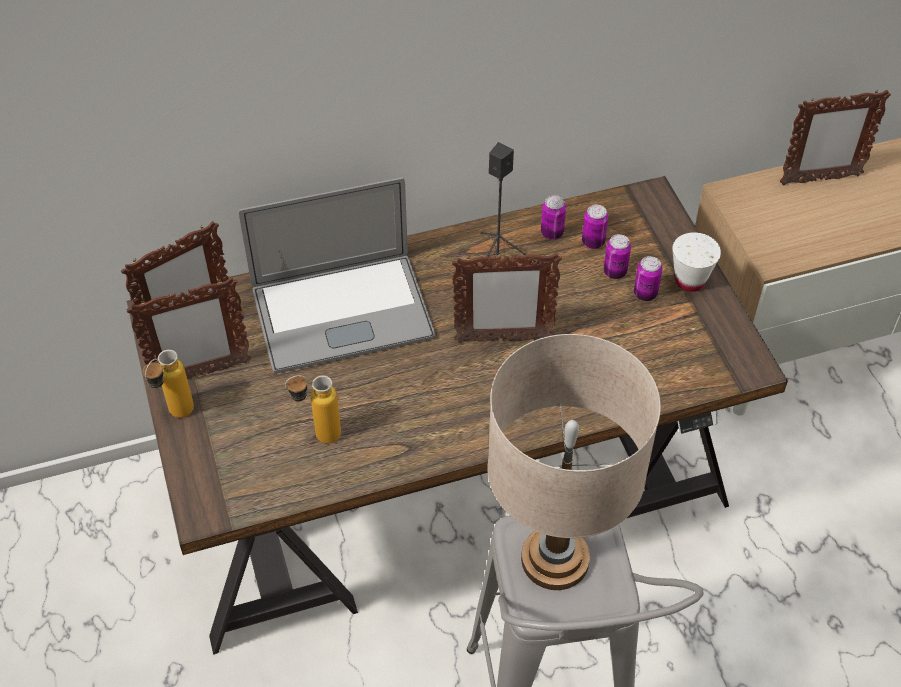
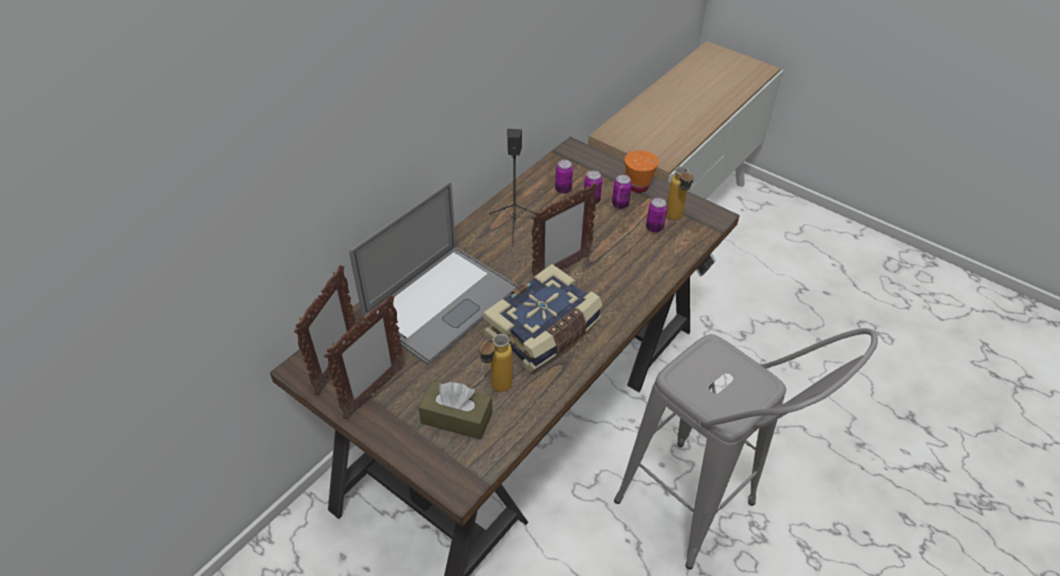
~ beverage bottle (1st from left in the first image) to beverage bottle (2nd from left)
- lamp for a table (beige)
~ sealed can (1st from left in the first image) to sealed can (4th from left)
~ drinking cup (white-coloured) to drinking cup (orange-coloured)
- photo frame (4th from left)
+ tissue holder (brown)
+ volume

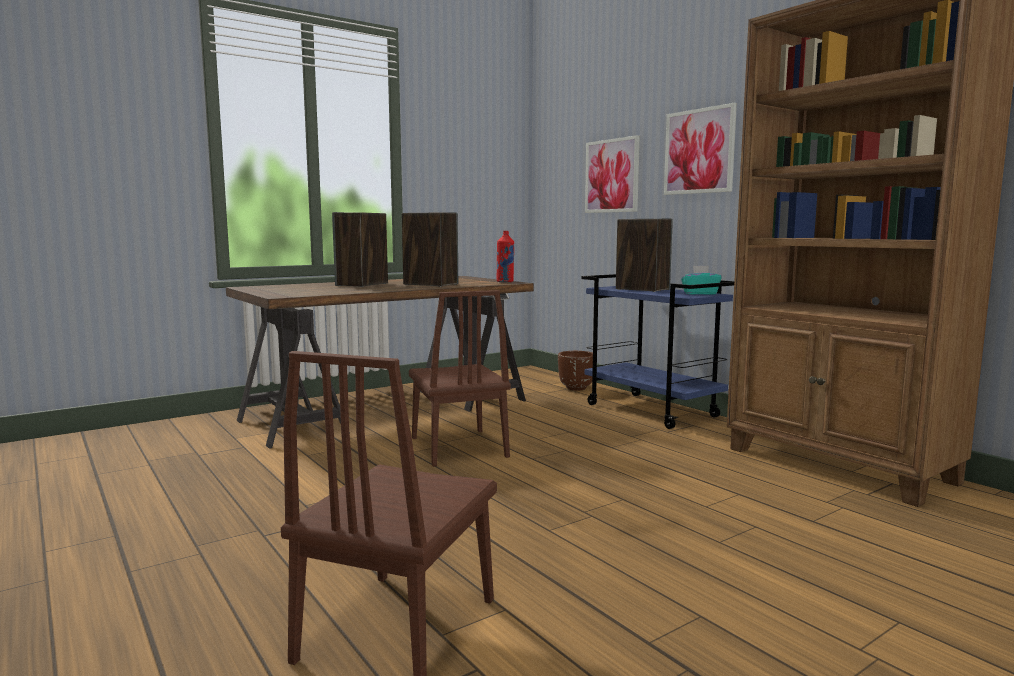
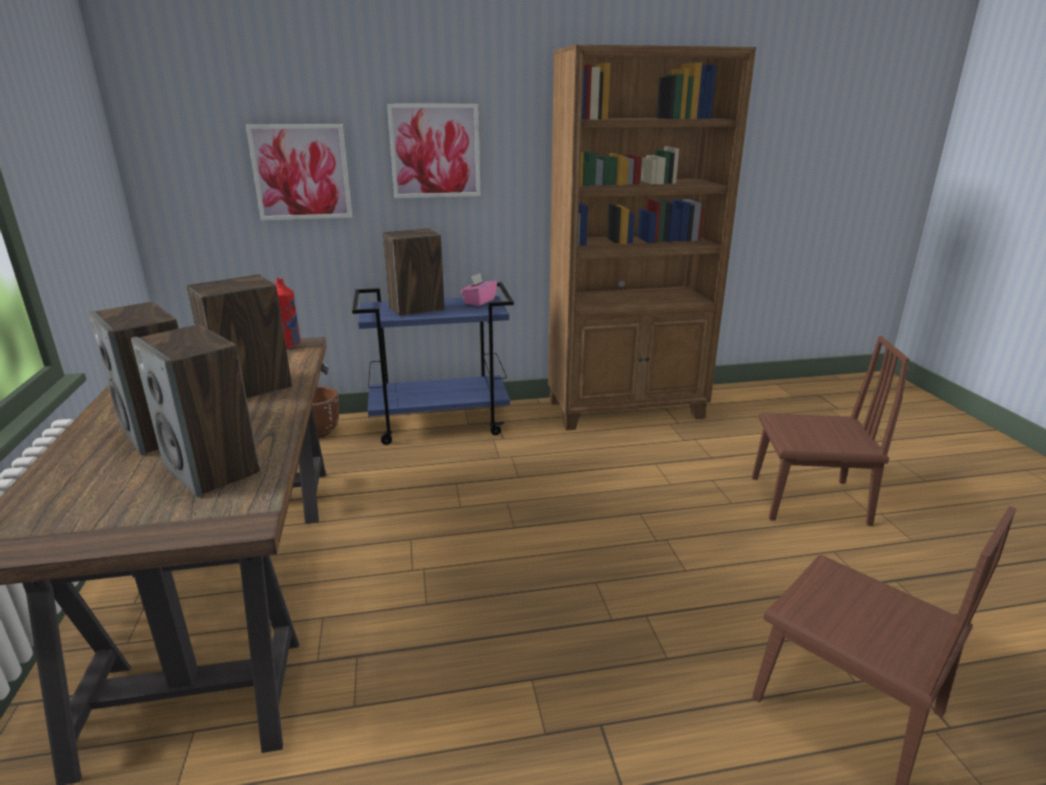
~ chair (brown) (2nd from left in the first image) to chair (brown) (1st from left)
~ tissue holder (blue-green) to tissue holder (pink)
+ speaker (2nd from left)

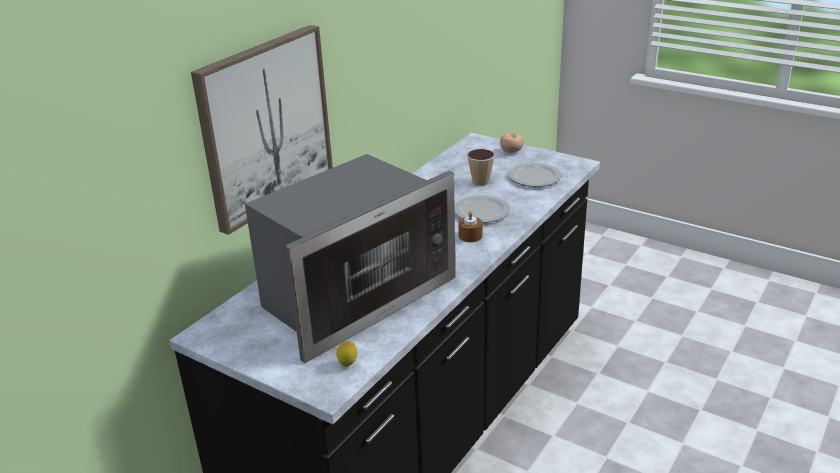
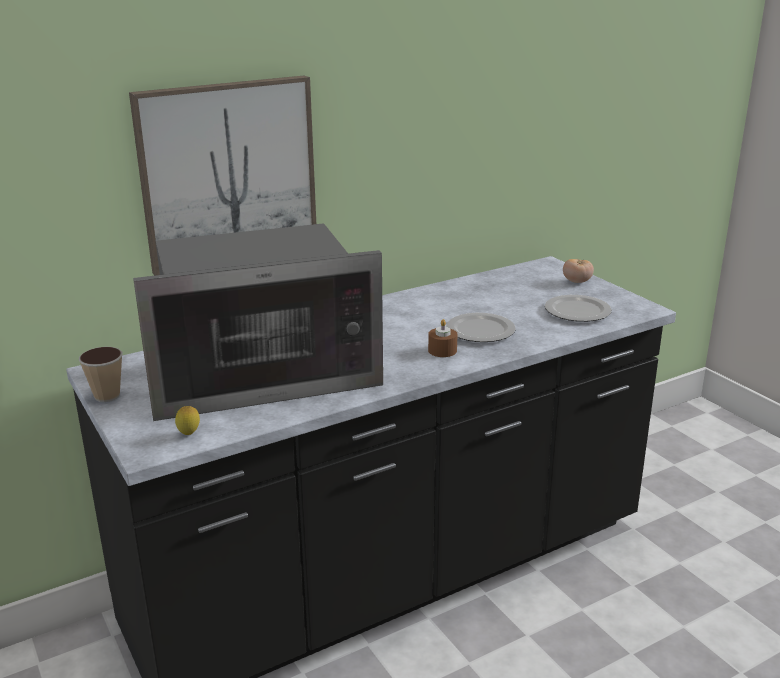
~ drinking cup

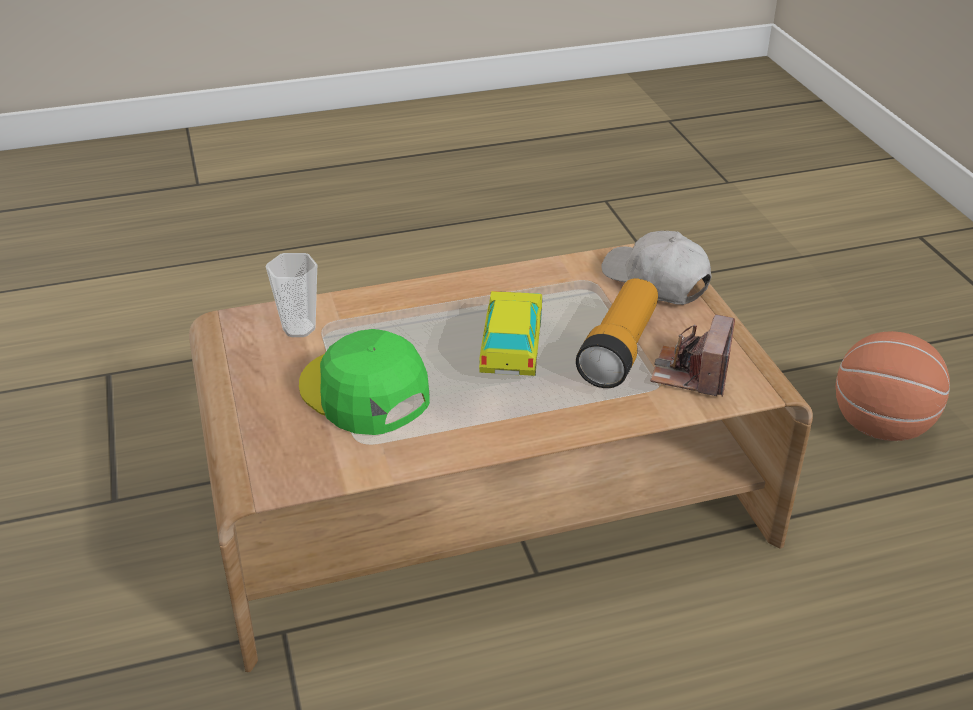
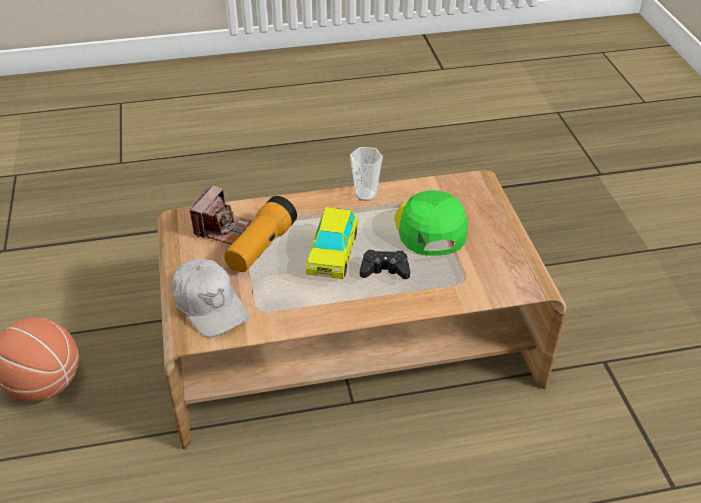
~ drinking cup
~ baseball cap (green) 150 degrees counterclockwise
+ game controller (black)

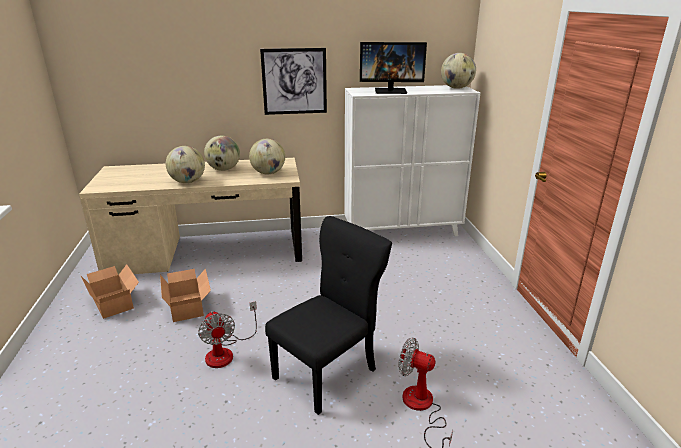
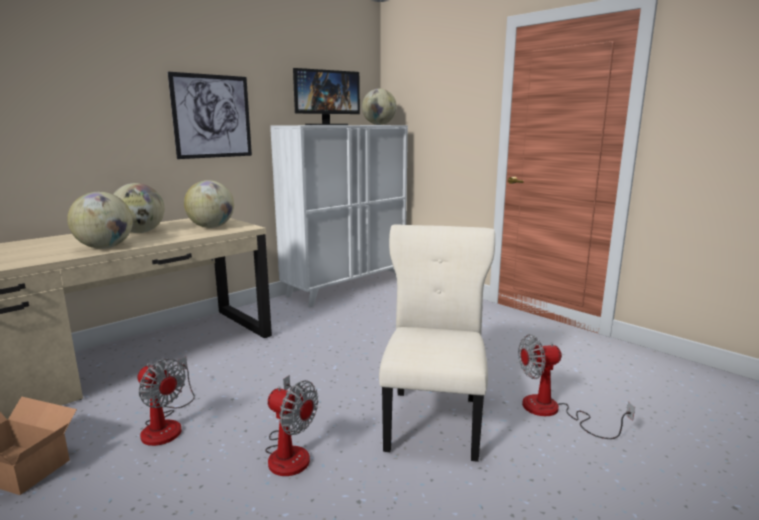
~ packing box (2nd from left) to cooling fan (1st from left)
~ chair (black) to chair (beige)

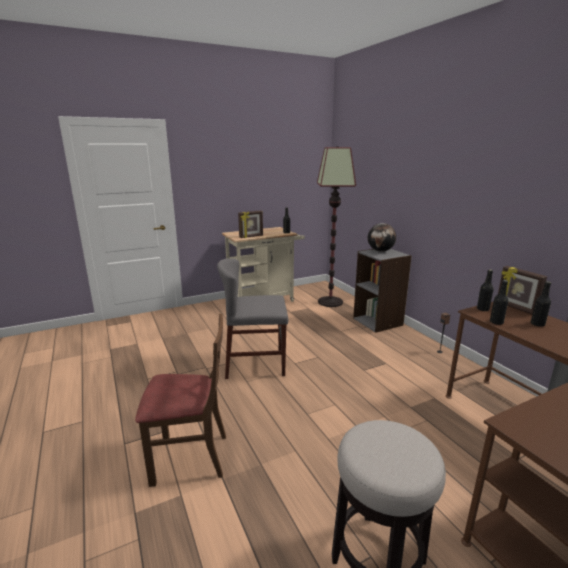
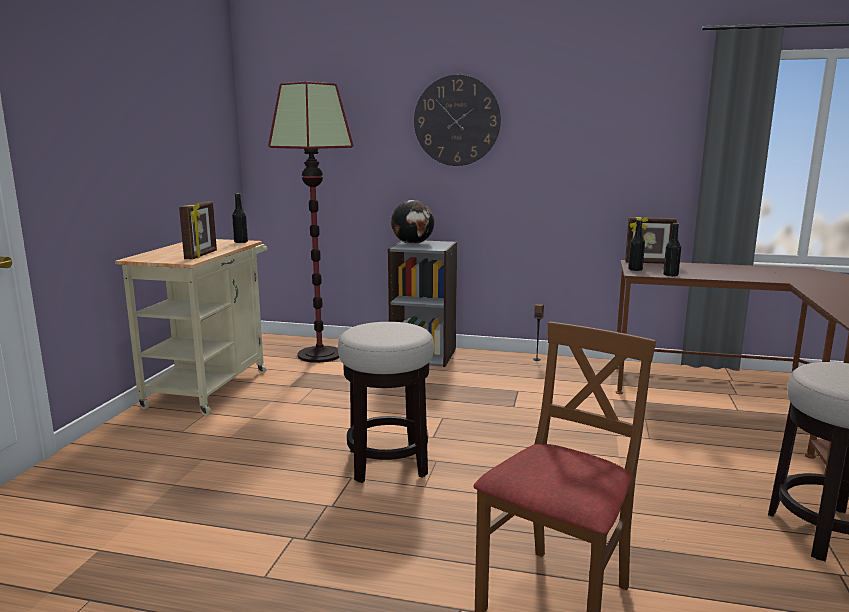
~ chair (grey) to stool seat (1st from left)
- beverage bottle (black) (4th from left)
+ clock on the wall

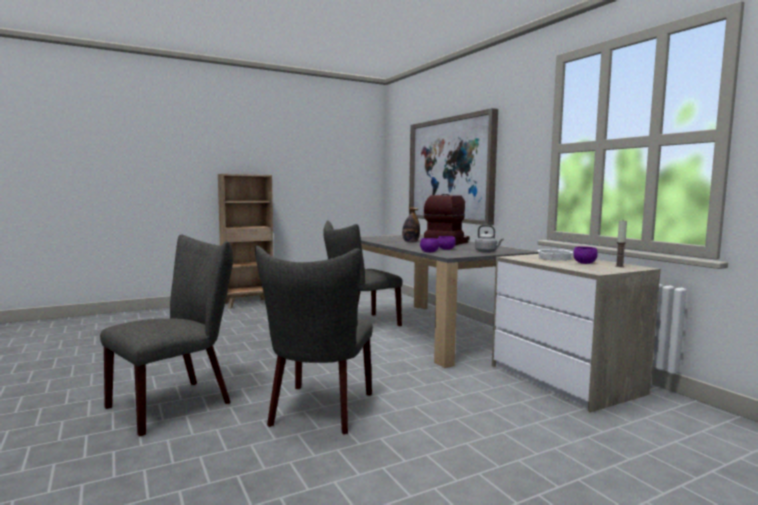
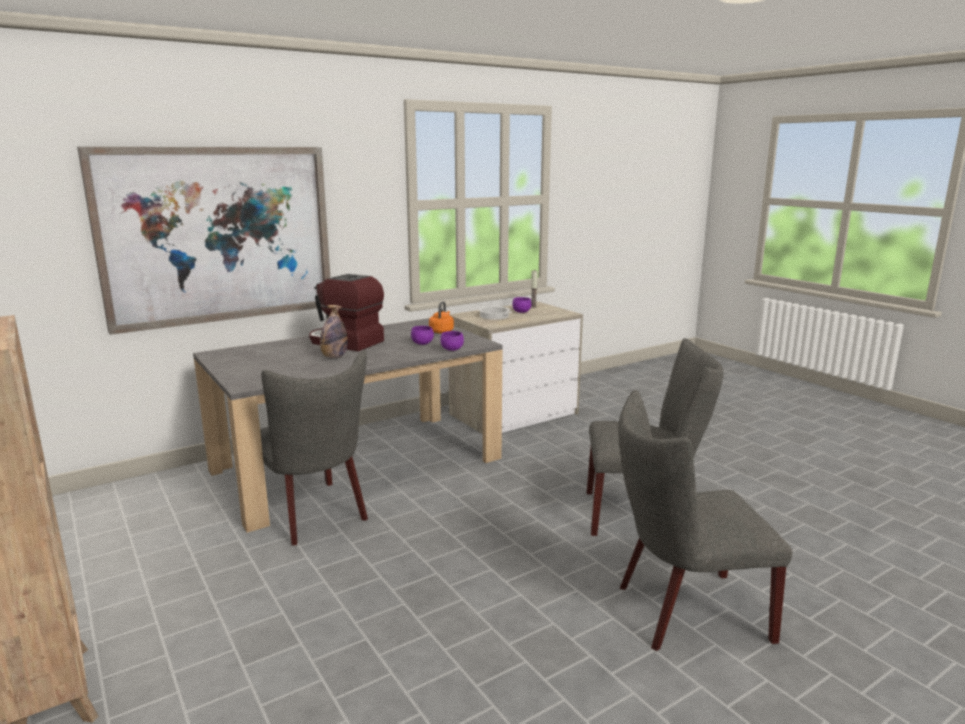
~ chair (grey) (1st from left in the first image) 45 degrees counterclockwise
~ water kettle (grey) to water kettle (orange-coloured)

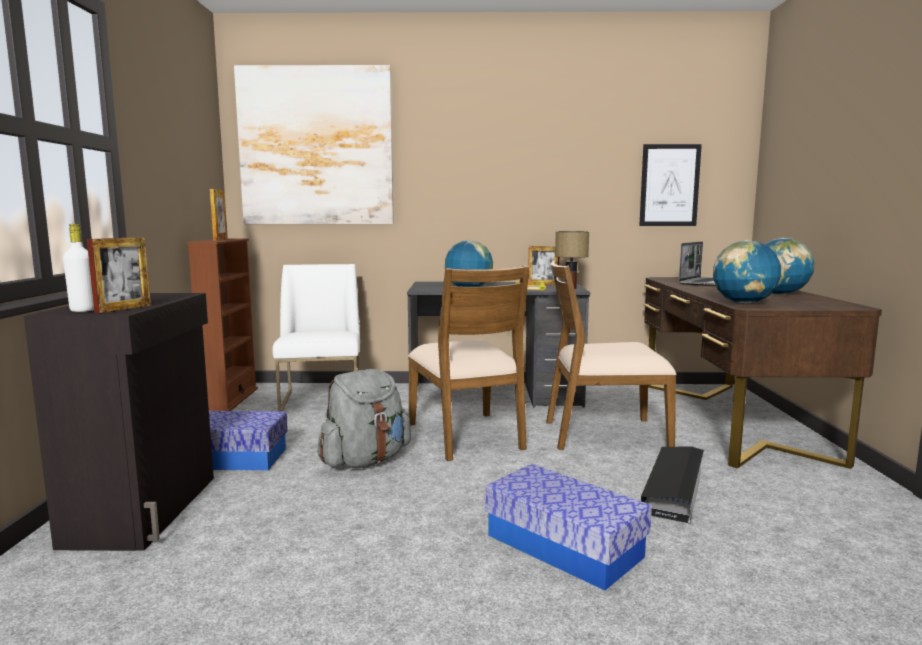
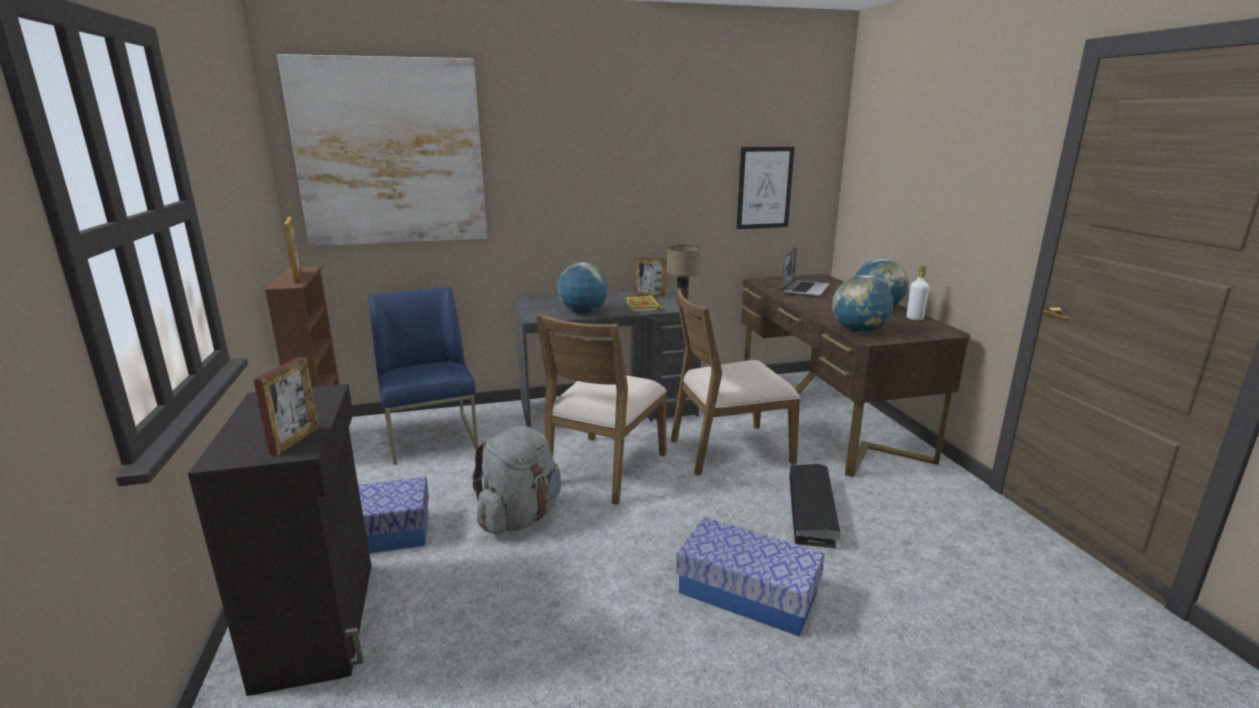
~ beverage bottle (white-coloured)
~ chair (white-coloured) to chair (bluish)
~ chair (brown) (1st from left) 60 degrees clockwise

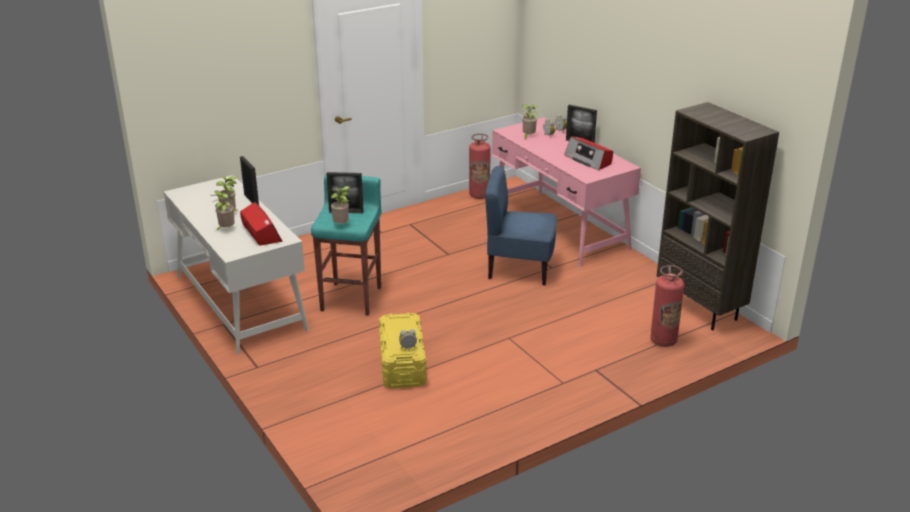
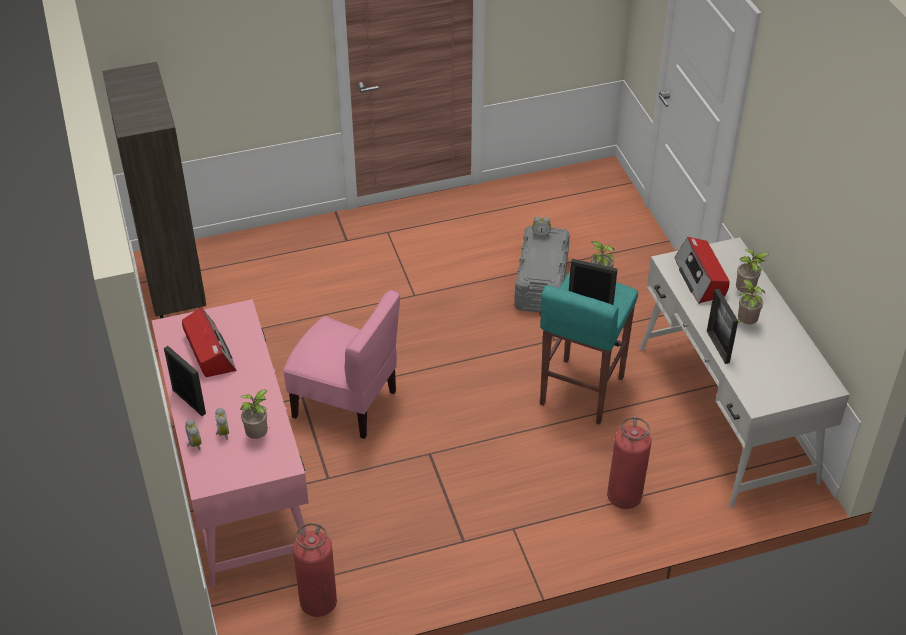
~ storage container (yellow) to storage container (grey)
~ chair (bluish) to chair (pink)
~ fire-fighting cylinder (2nd from left)

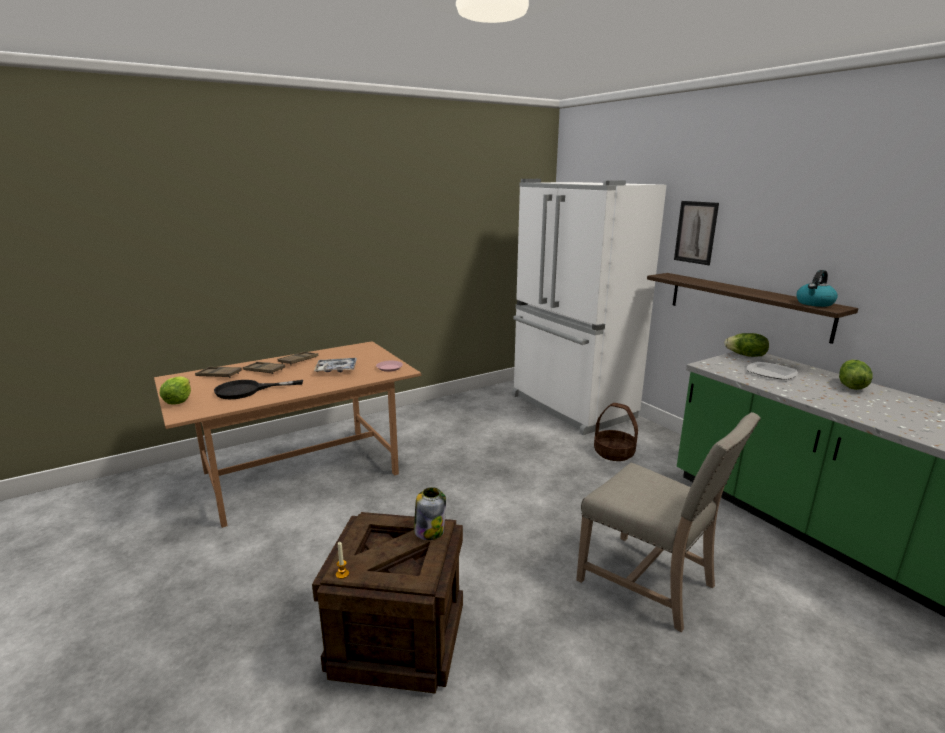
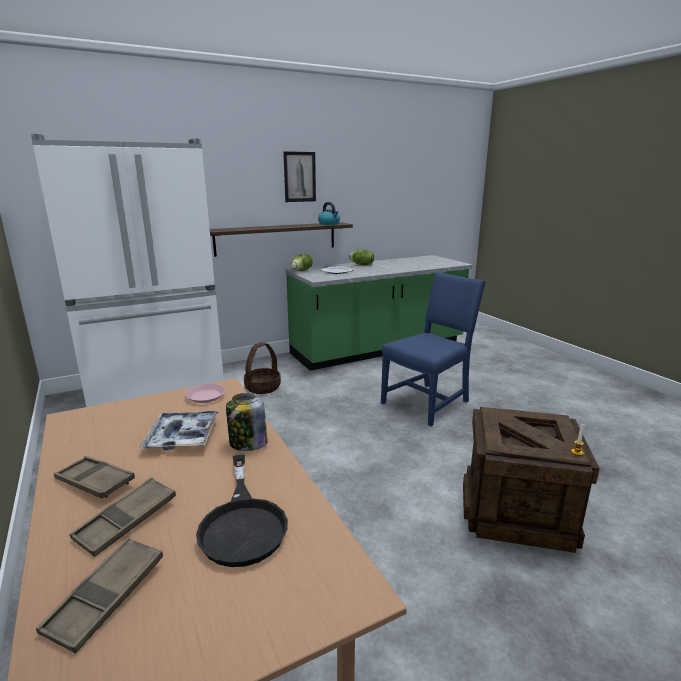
- head of lettuce (1st from left)
~ storage jar
~ chair (beige) to chair (bluish)
~ picture

